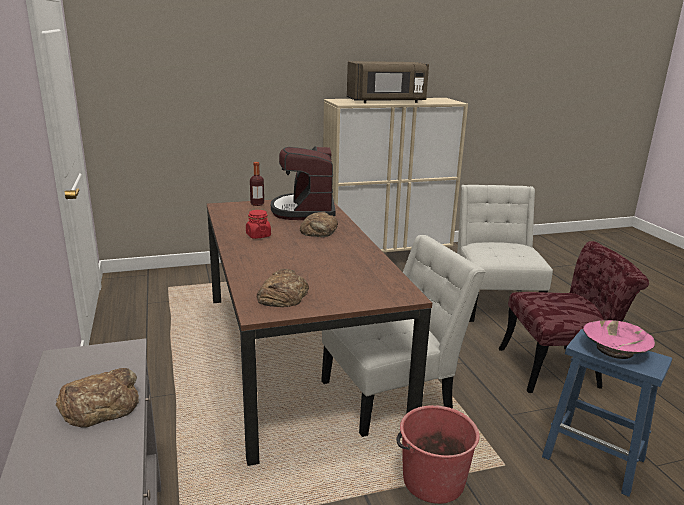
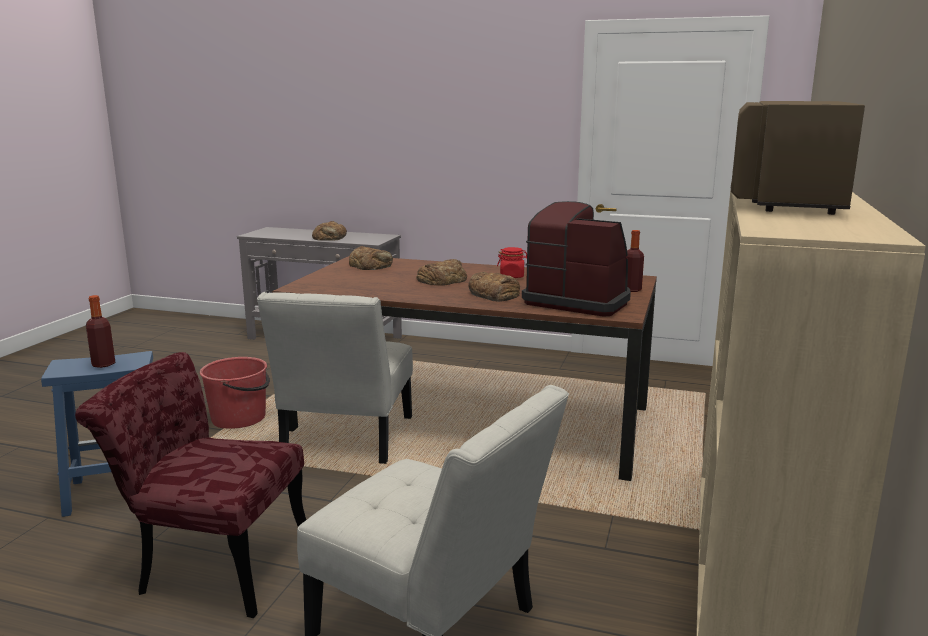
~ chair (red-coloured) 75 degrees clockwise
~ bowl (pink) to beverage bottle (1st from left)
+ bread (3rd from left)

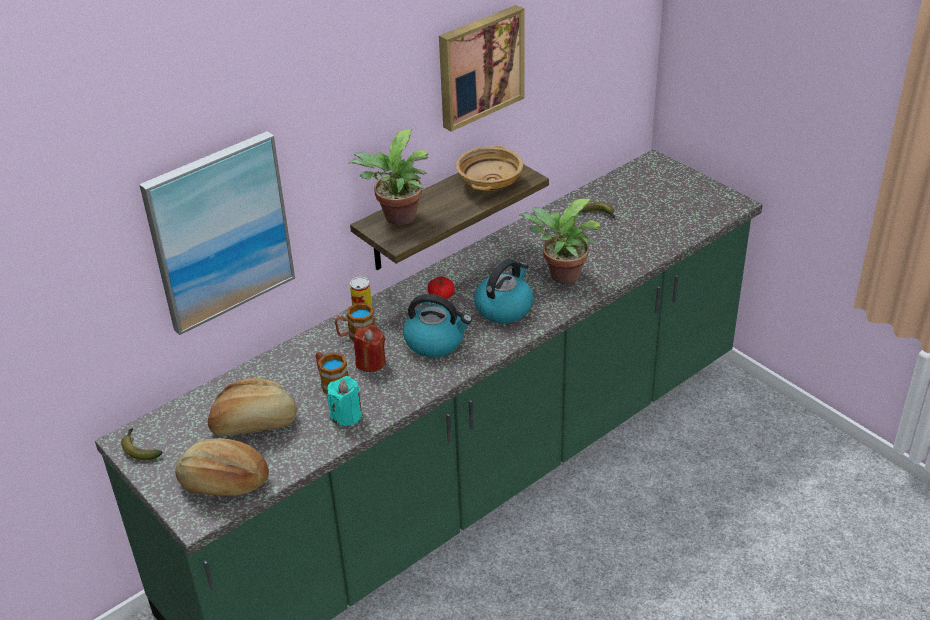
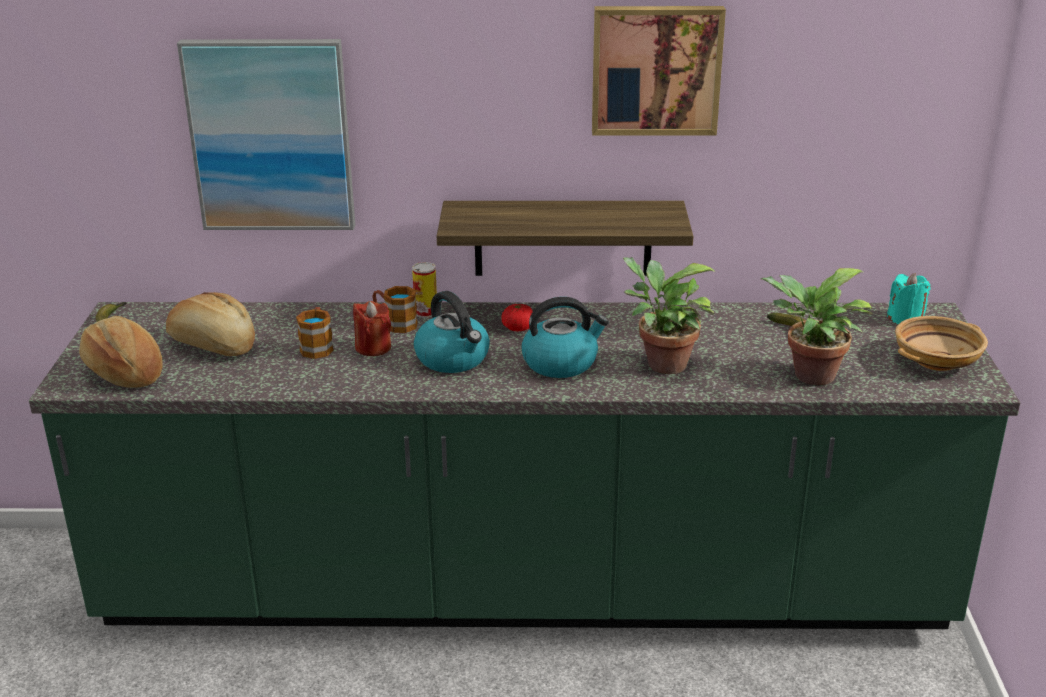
~ wax light (blue-green)
~ houseplant (1st from left in the first image) to houseplant (2nd from left)
~ bowl (beige)

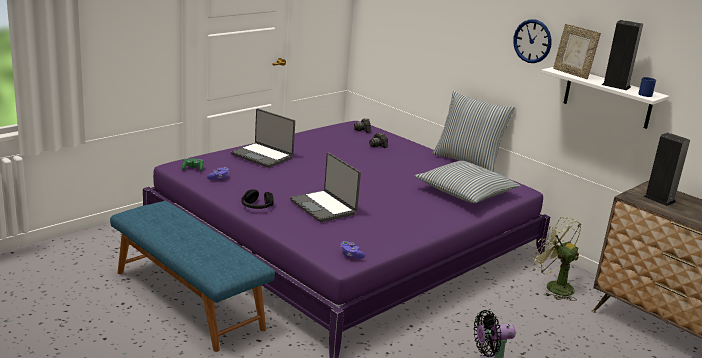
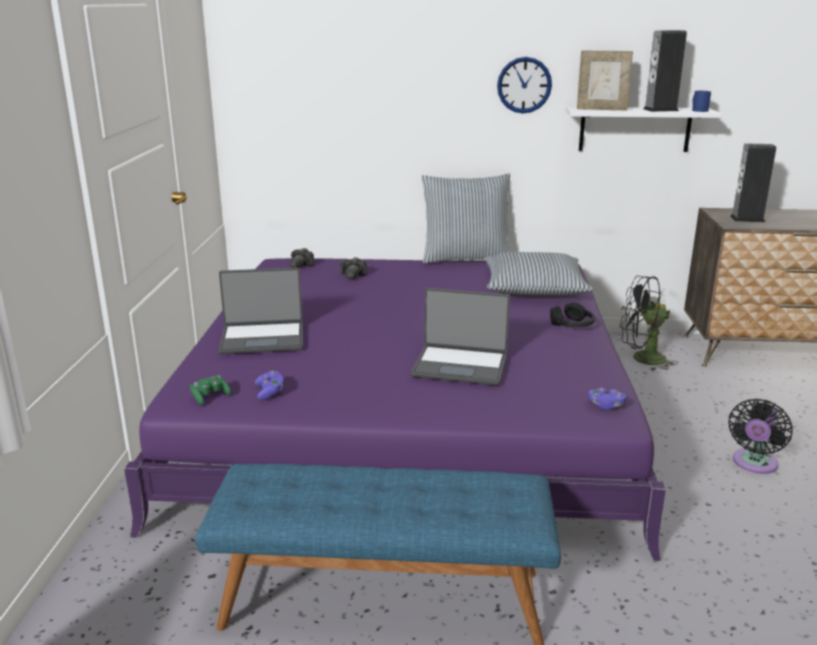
~ headset (black)
~ cooling fan (green) to cooling fan (black) (1st from left)

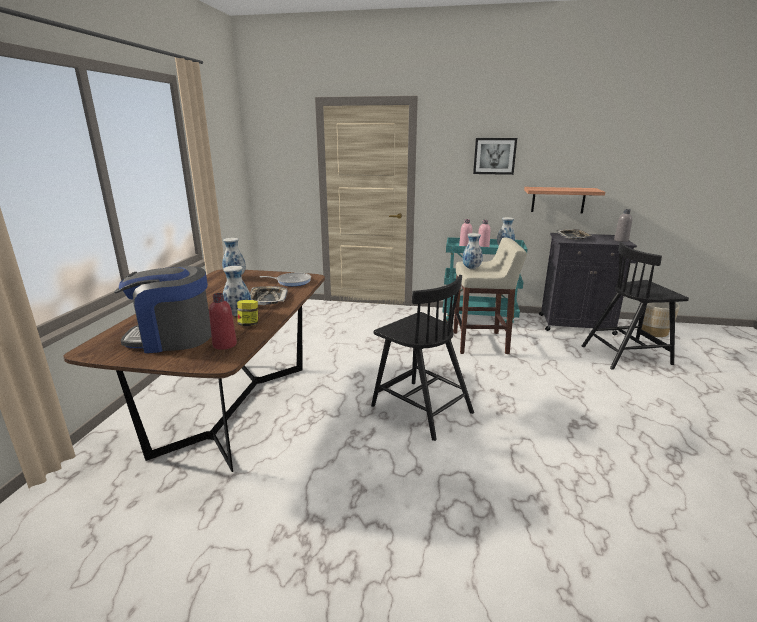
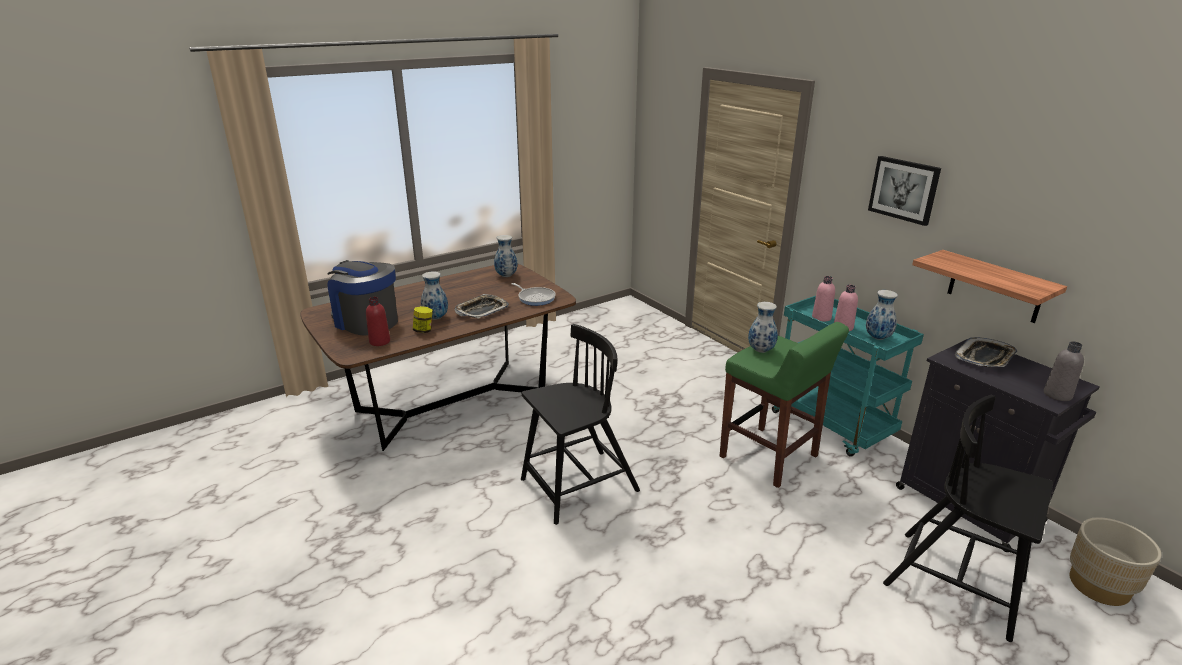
~ chair (black) (1st from left) 120 degrees counterclockwise
~ stool seat (beige) to stool seat (green)

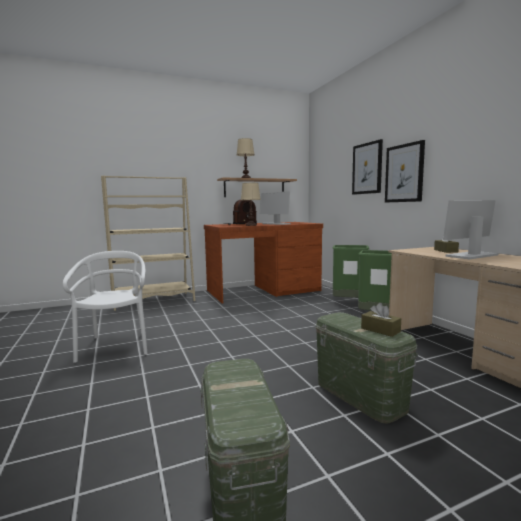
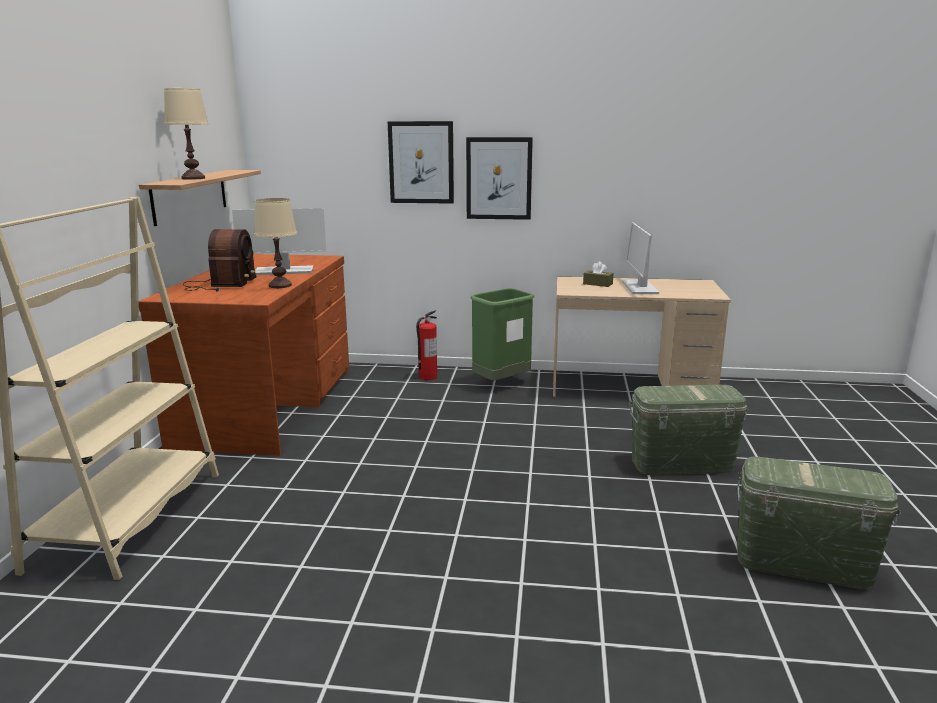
- chair (white-coloured)
~ waste bin (green) (1st from left) to fire-fighting cylinder
- tissue holder (brown) (1st from left)

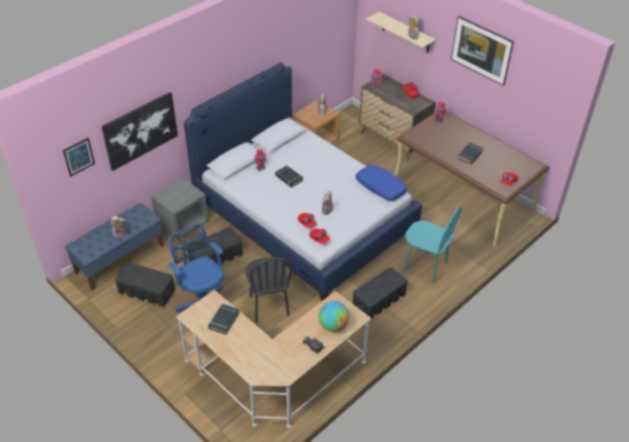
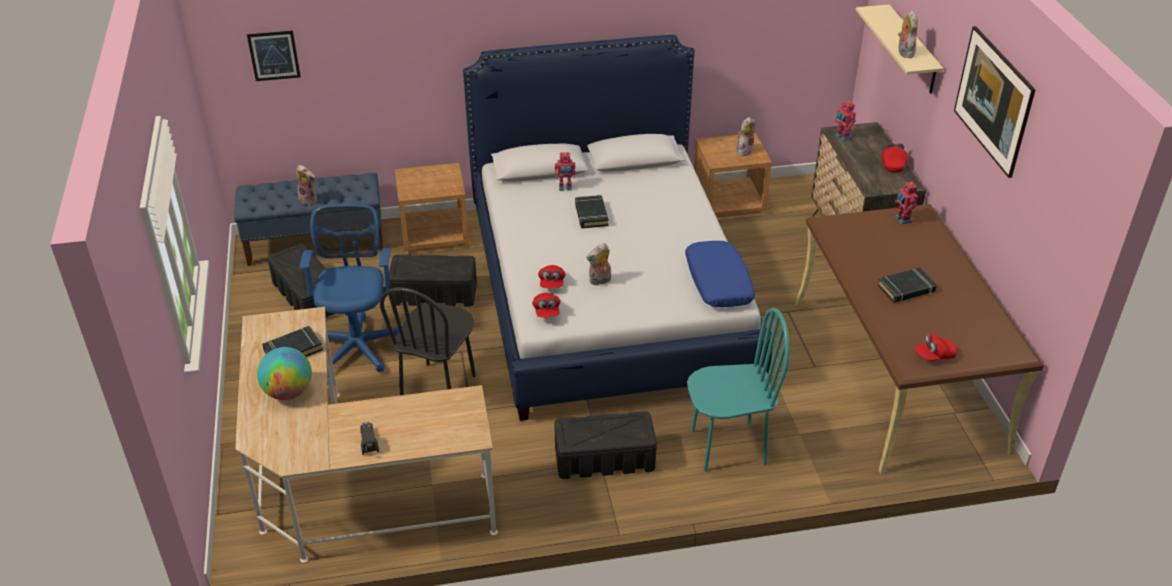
- picture (2nd from left)
~ bedside table (grey) to bedside table (brown) (1st from left)
~ desk globe
~ chair (blue-green) 75 degrees counterclockwise

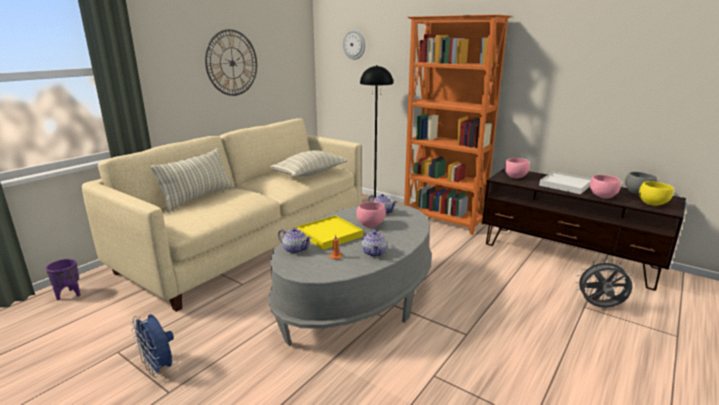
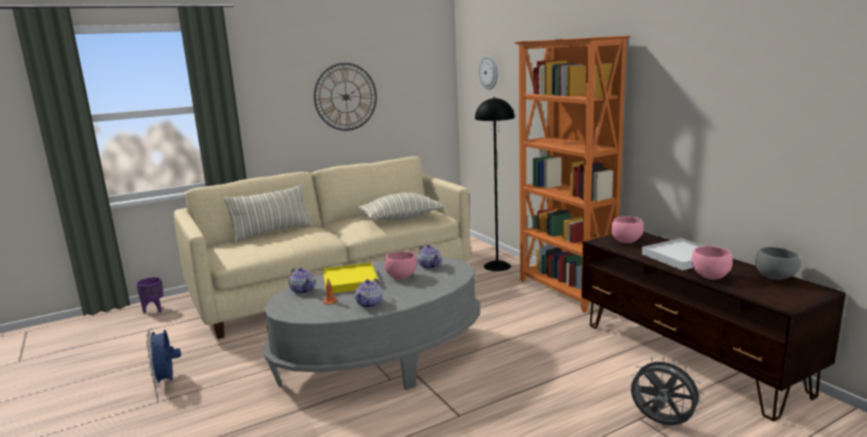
- bowl (yellow)

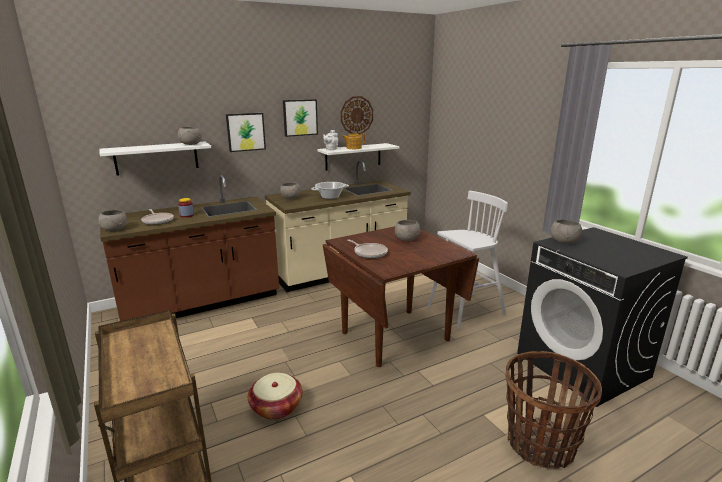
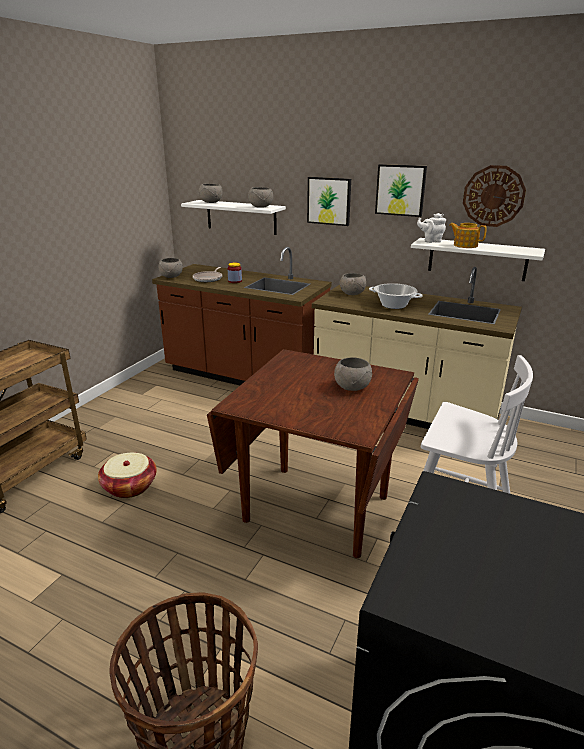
- frying pan (2nd from left)
~ bowl (grey) (5th from left in the first image) to bowl (grey) (2nd from left)

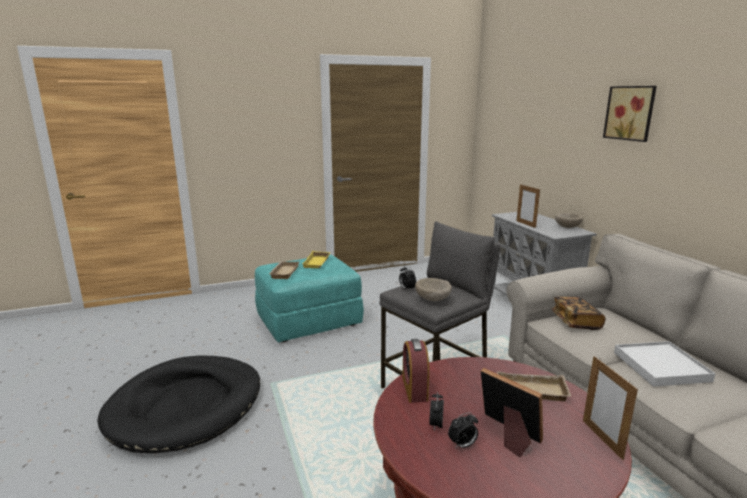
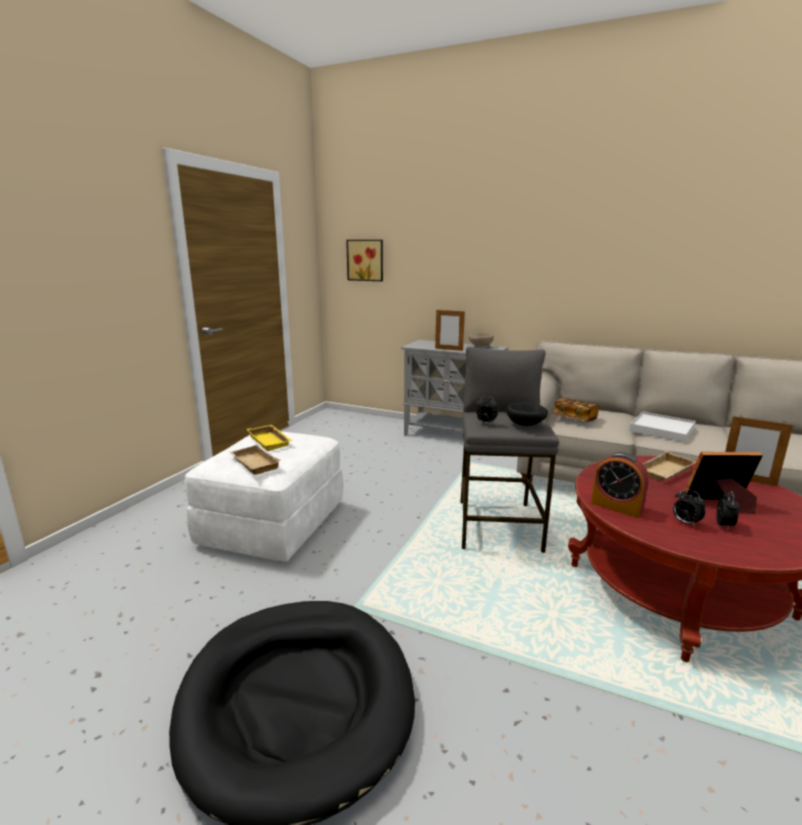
~ ottoman (blue-green) to ottoman (white-coloured)
~ bowl (beige) (1st from left) to bowl (black)
~ picture

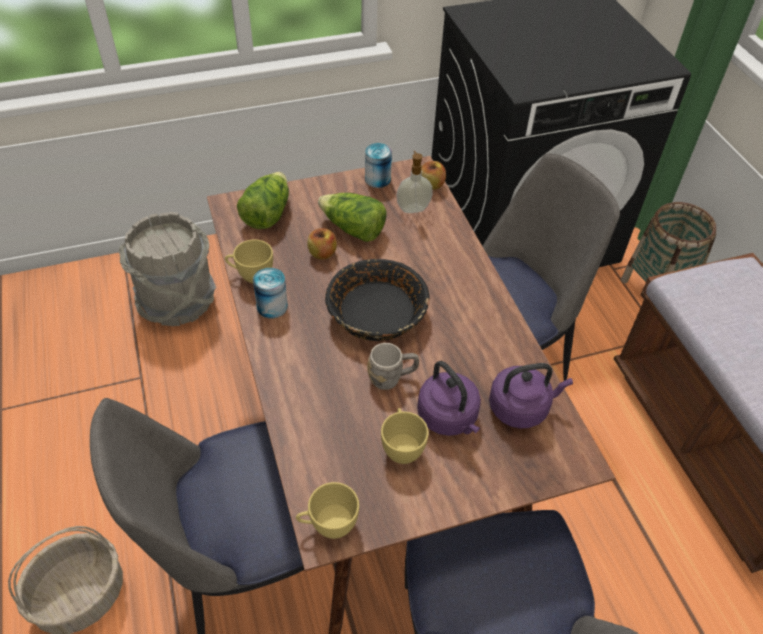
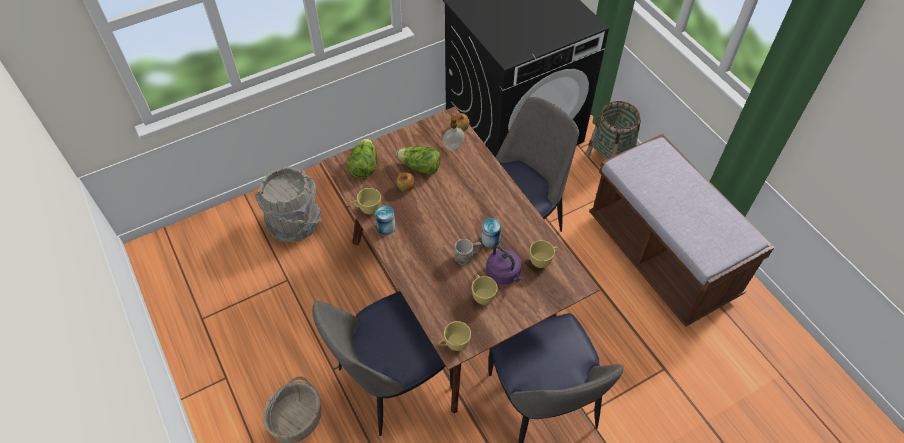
- bowl (black)
~ sealed can (2nd from left)
~ water kettle (purple-coloured) (2nd from left) to drinking cup (yellow) (4th from left)

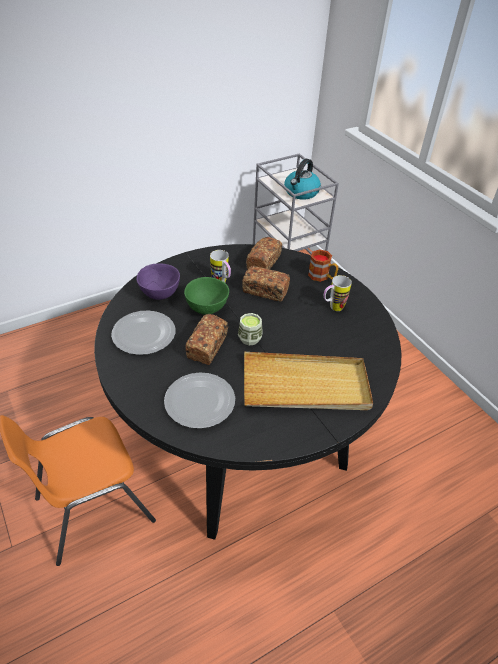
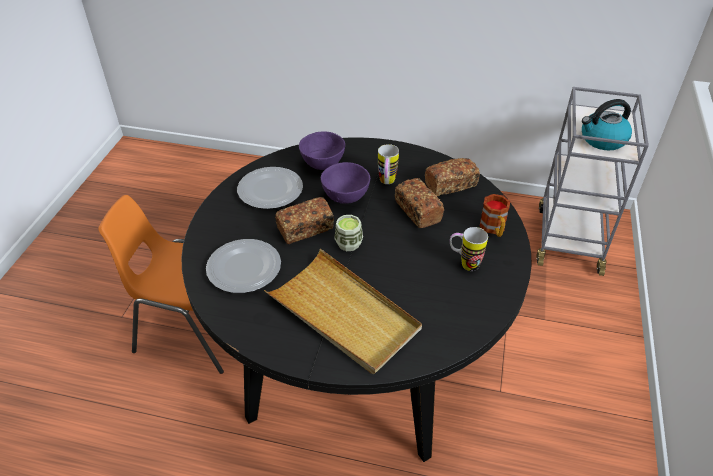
~ bowl (green) to bowl (purple-coloured) (2nd from left)

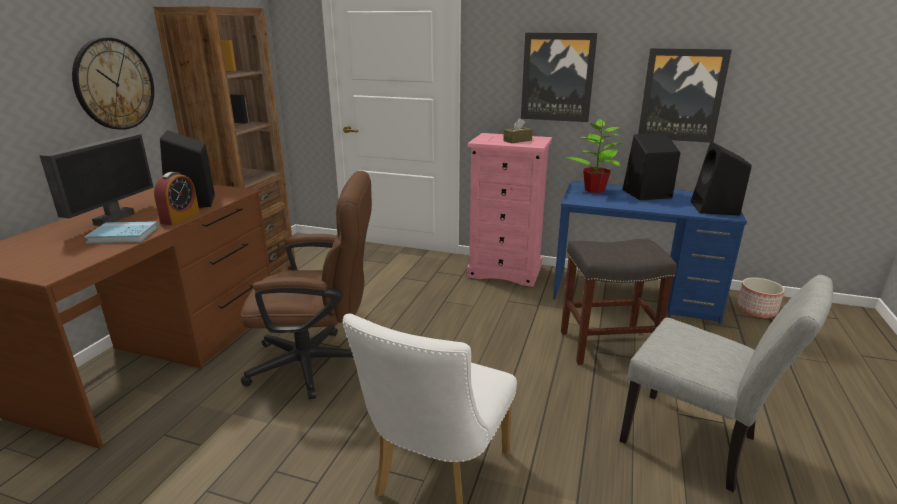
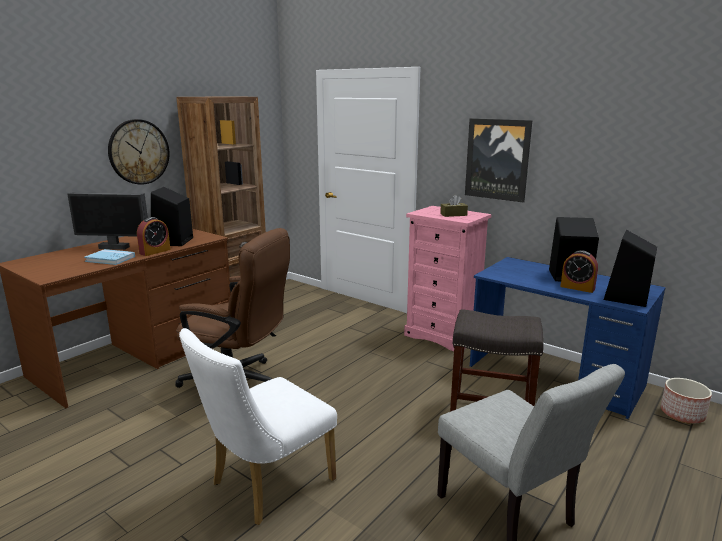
~ computer screen 60 degrees clockwise
- houseplant
- picture (2nd from left)
+ bedside clock (2nd from left)

